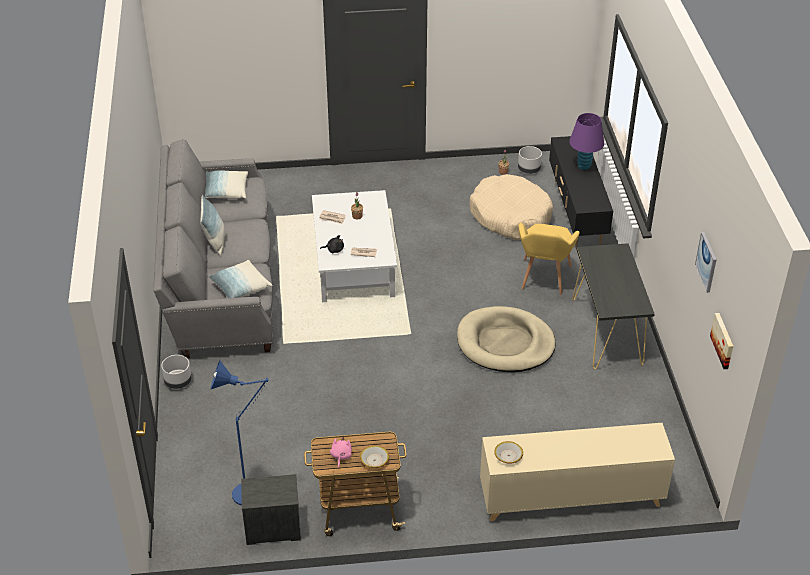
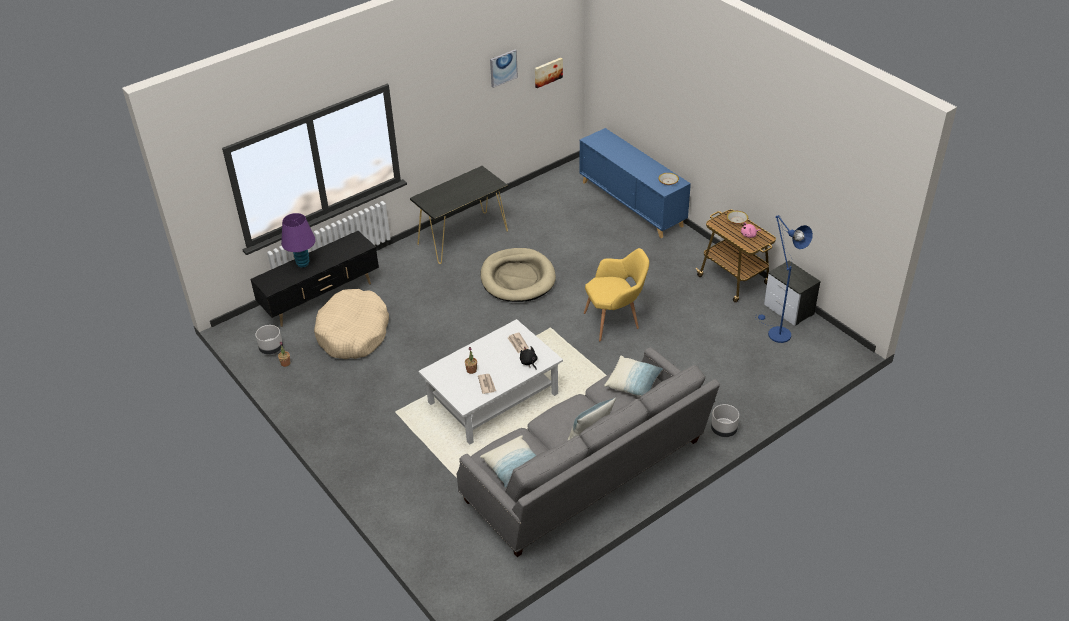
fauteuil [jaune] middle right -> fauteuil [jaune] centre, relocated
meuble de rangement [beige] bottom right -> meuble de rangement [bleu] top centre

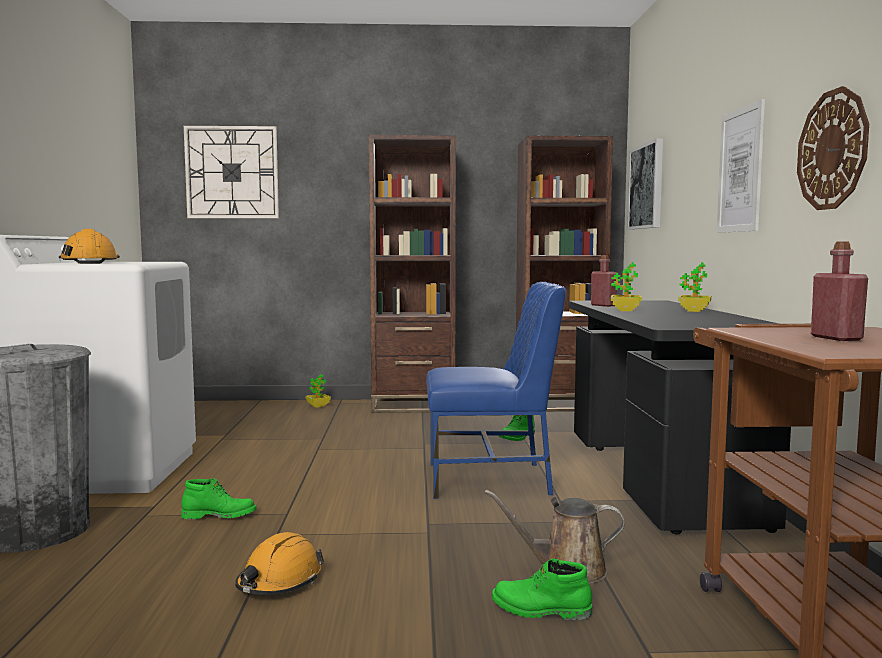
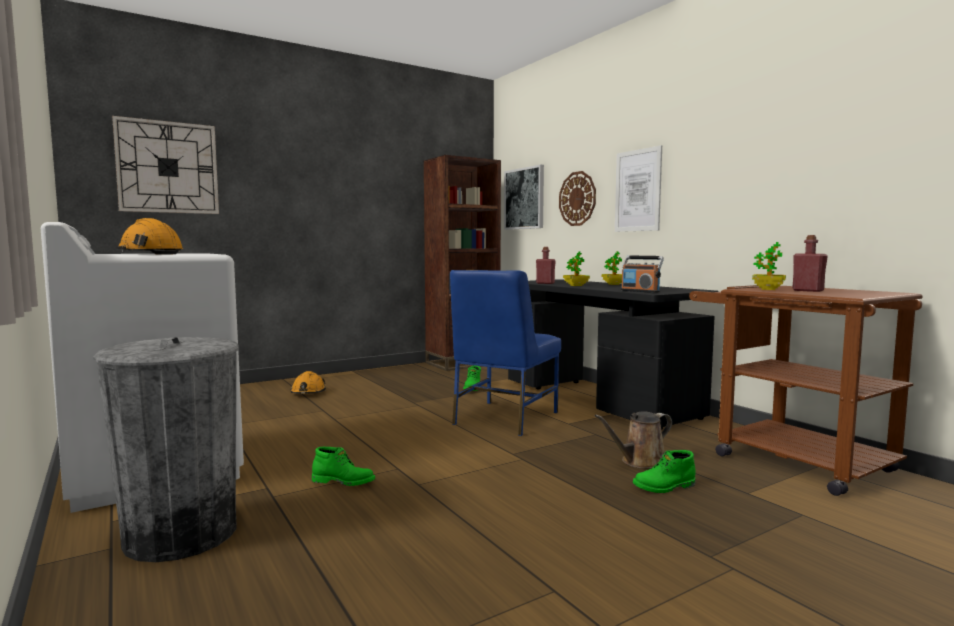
bibliothèque [marron] (no. 1 from left) centre -> none
none -> radio middle right
casque de chantier [orange] (no. 2 from left) bottom left -> casque de chantier [orange] (no. 2 from left) middle left, relocated
plante en pot (no. 1 from left in the first image) centre -> plante en pot (no. 3 from left) middle right, relocated
horloge murale (no. 2 from left) top right -> horloge murale (no. 2 from left) top centre, relocated
botte [vert] (no. 1 from left) bottom left -> botte [vert] (no. 1 from left) bottom centre, 45 degrees clockwise
chaise [bleu] centre, 150 degrees clockwise

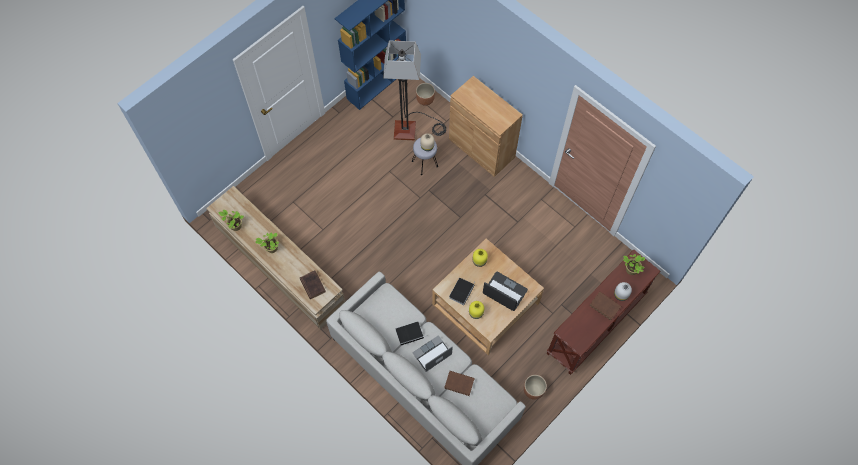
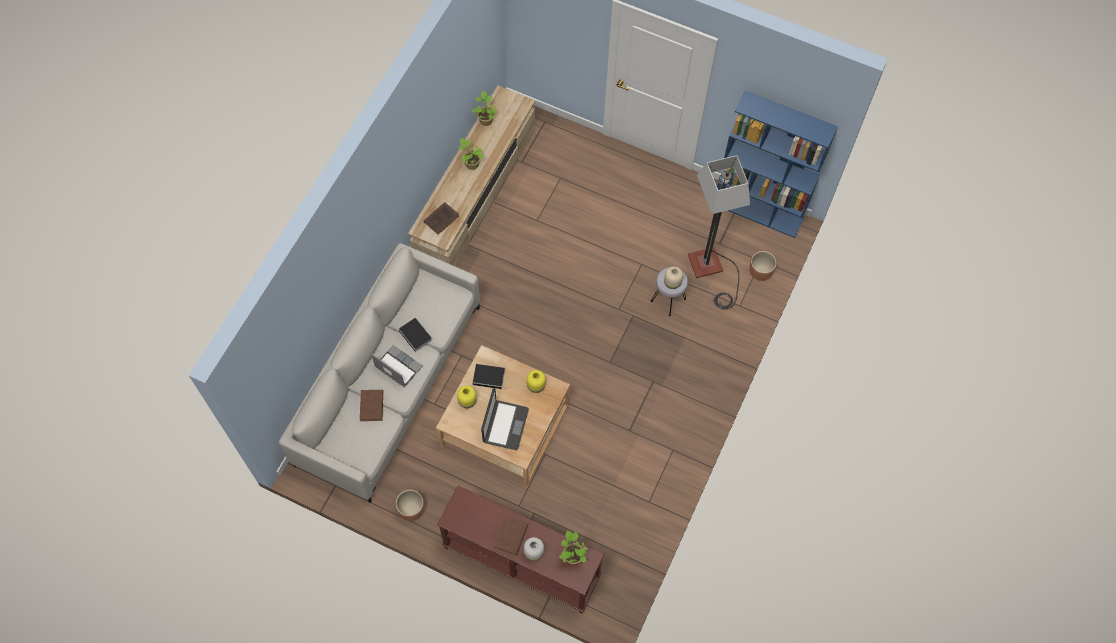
meuble de rangement [marron] top centre -> none

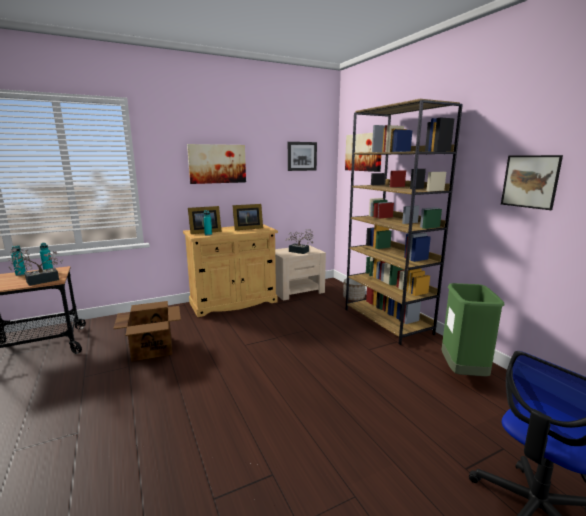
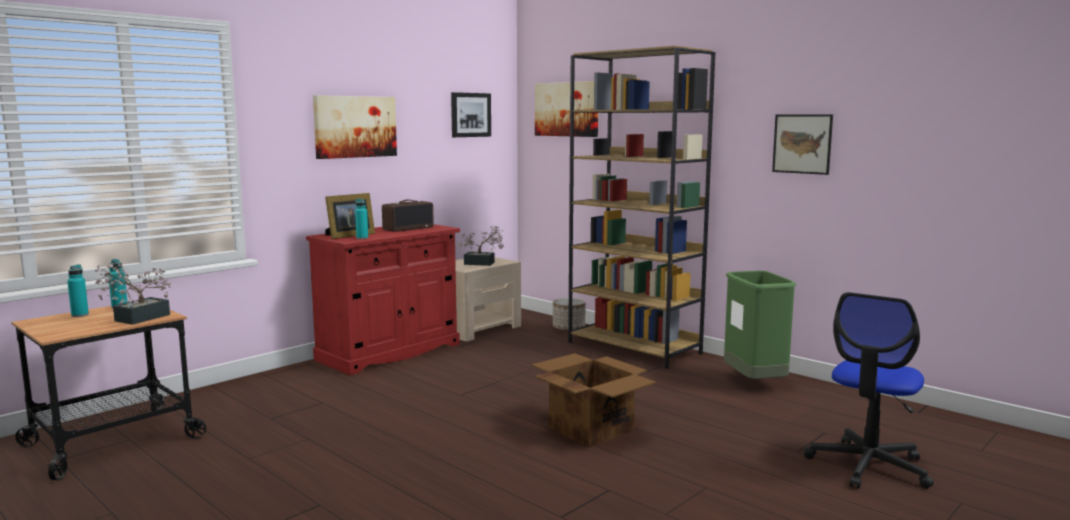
carton middle left -> carton bottom centre, relocated
cadre photo (no. 2 from left) centre -> radio centre
meuble de rangement [beige] centre -> meuble de rangement [rouge] centre

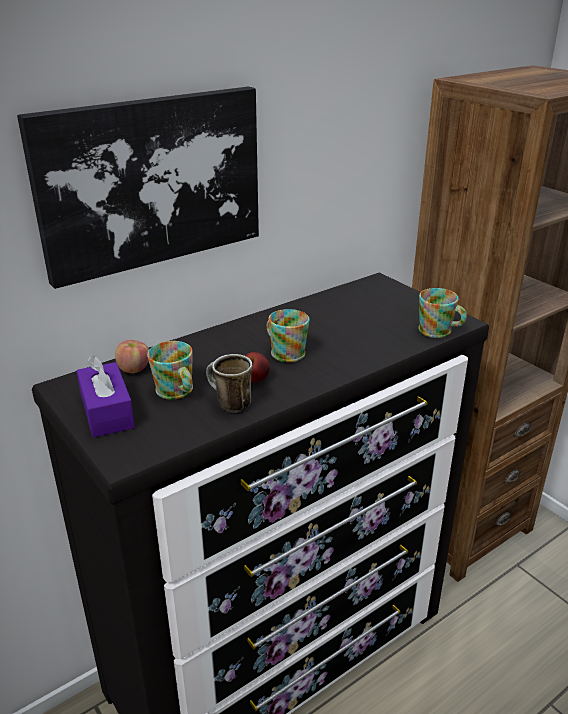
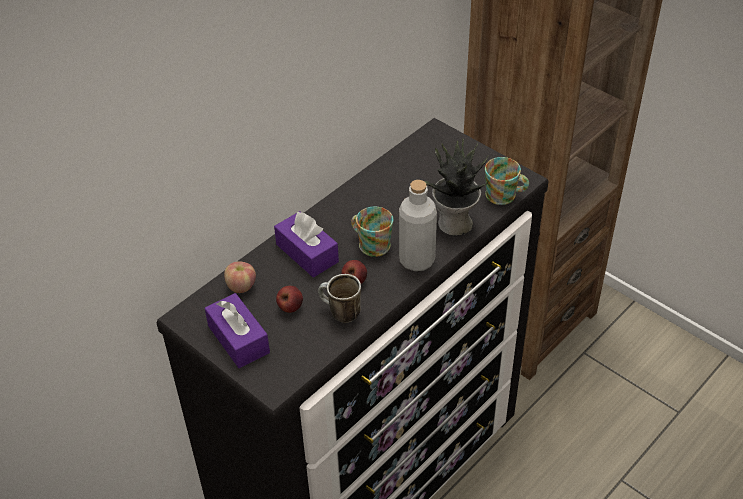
tableau top left -> none
none -> boîte à mouchoirs [violet] (no. 2 from left) centre
none -> bouteille [gris] centre
none -> plante en pot centre
mug (no. 1 from left) middle left -> pomme (no. 2 from left) centre

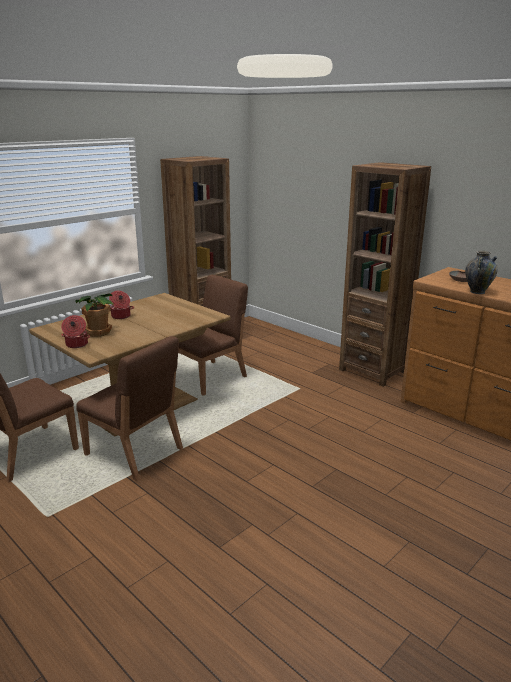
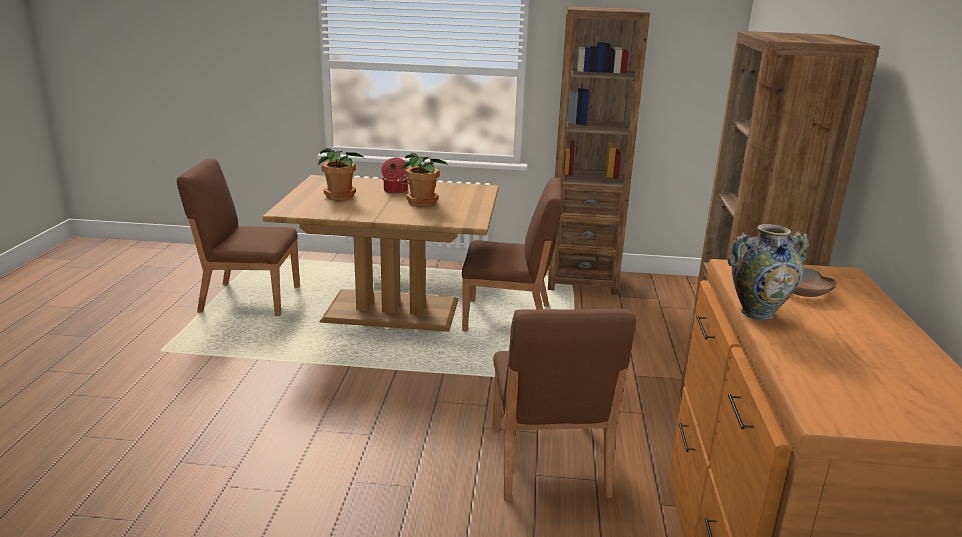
marmite (no. 1 from left) middle left -> none
none -> plante en pot (no. 2 from left) centre
chaise [marron] (no. 2 from left in the first image) middle left -> chaise [marron] (no. 3 from left) bottom centre, relocated

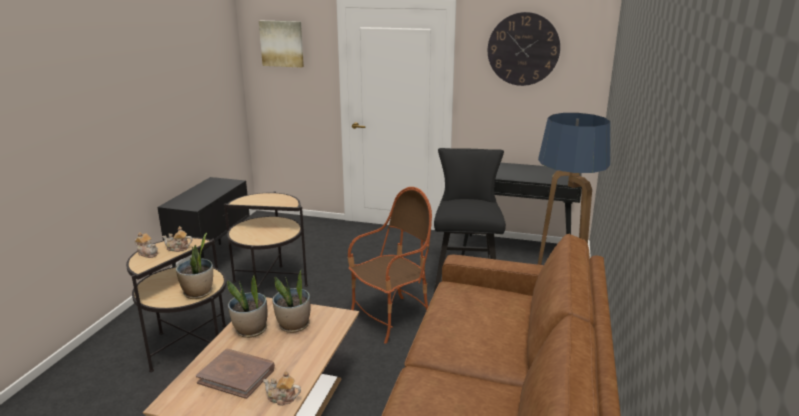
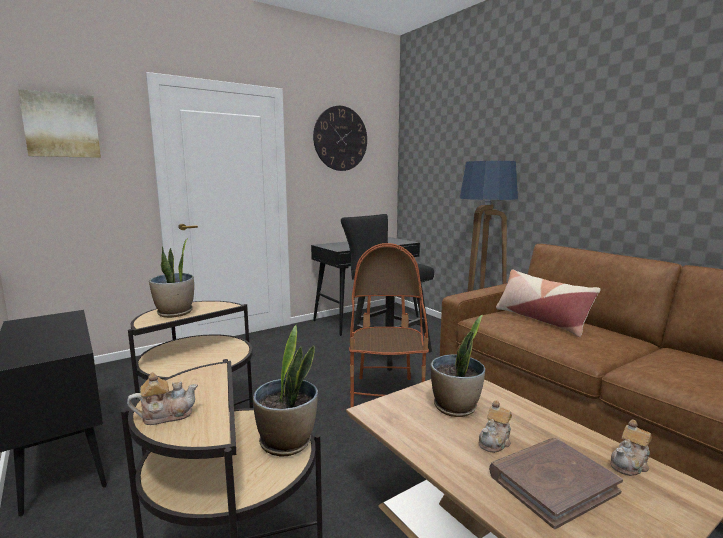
none -> coussin middle right
théière (no. 2 from left) middle left -> théière (no. 2 from left) bottom right, relocated
plante en pot (no. 2 from left in the first image) bottom left -> plante en pot (no. 1 from left) middle left, relocated

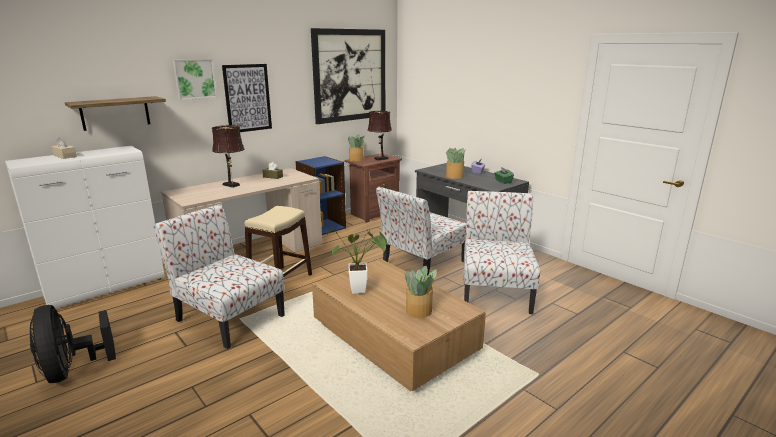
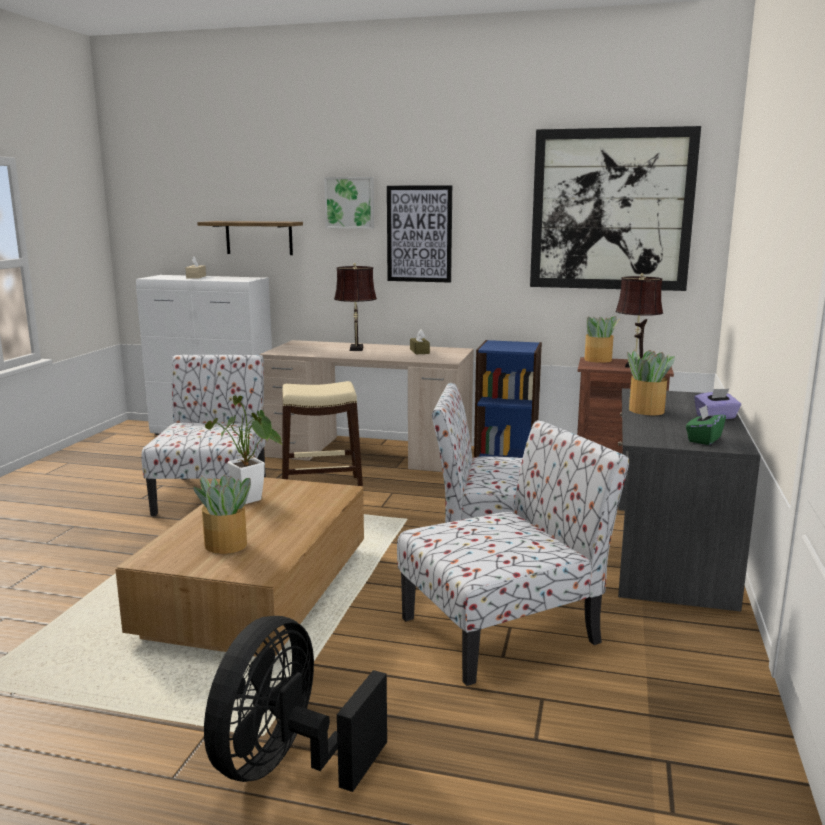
ventilateur [noir] bottom left -> ventilateur [noir] bottom centre, relocated

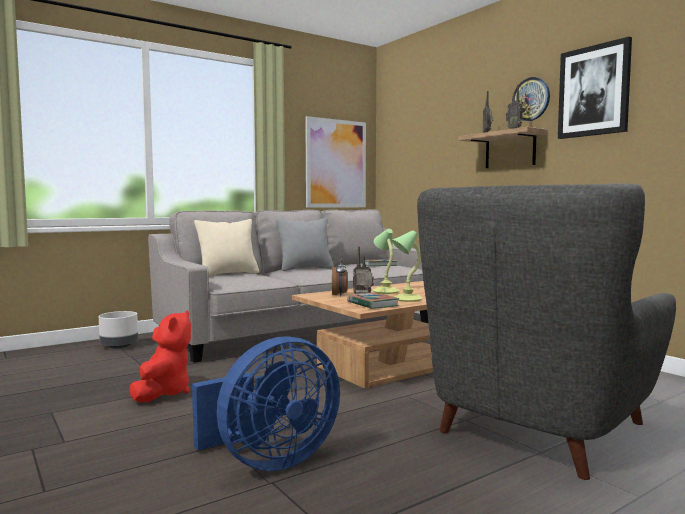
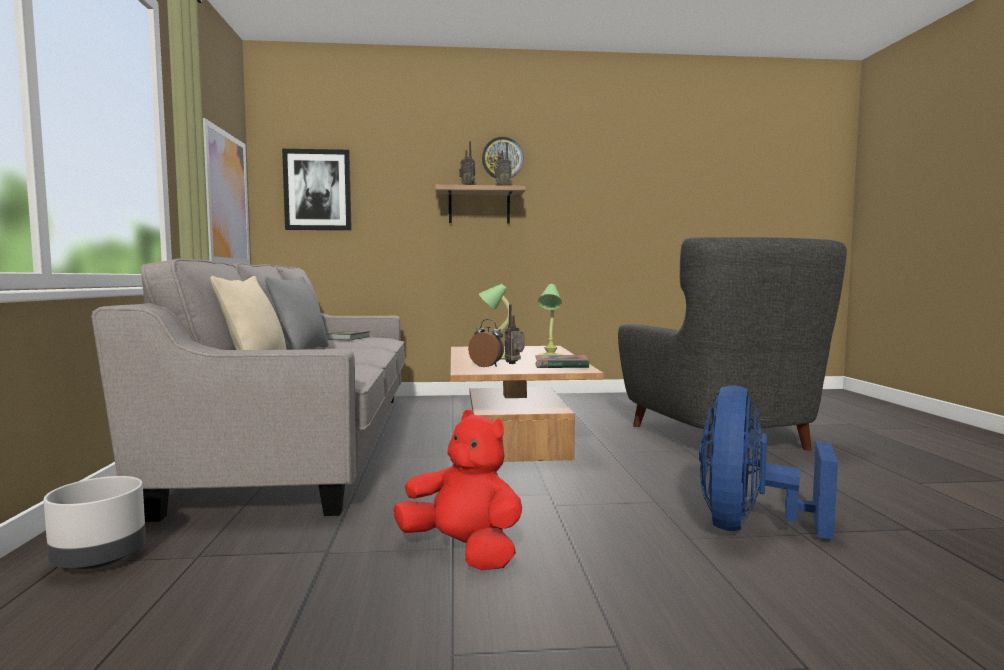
tableau (no. 2 from left) top right -> tableau (no. 2 from left) top left, relocated
ventilateur [bleu] bottom centre -> ventilateur [bleu] bottom right, 150 degrees counterclockwise

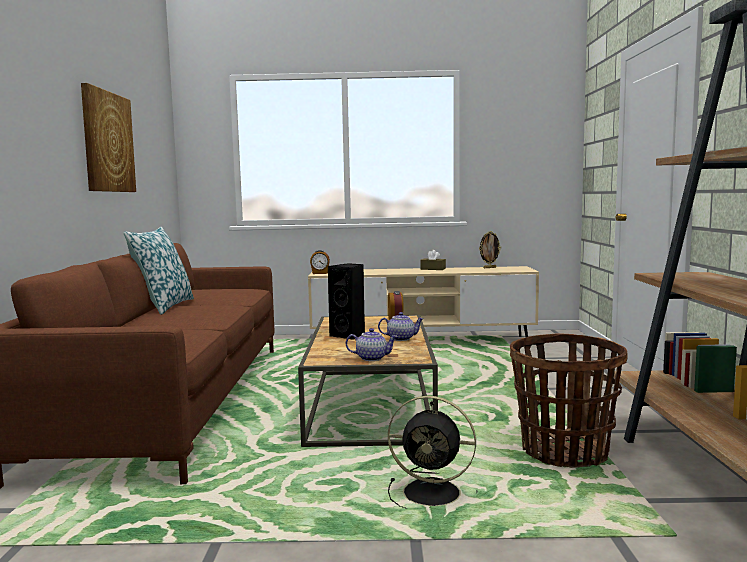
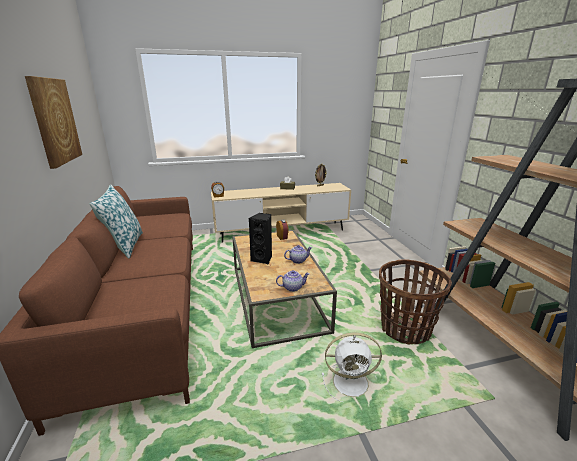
ventilateur [noir] bottom centre -> ventilateur [blanc] bottom centre

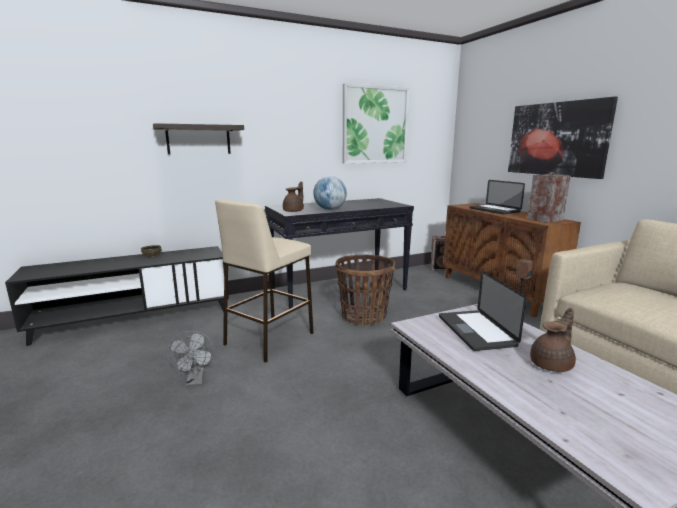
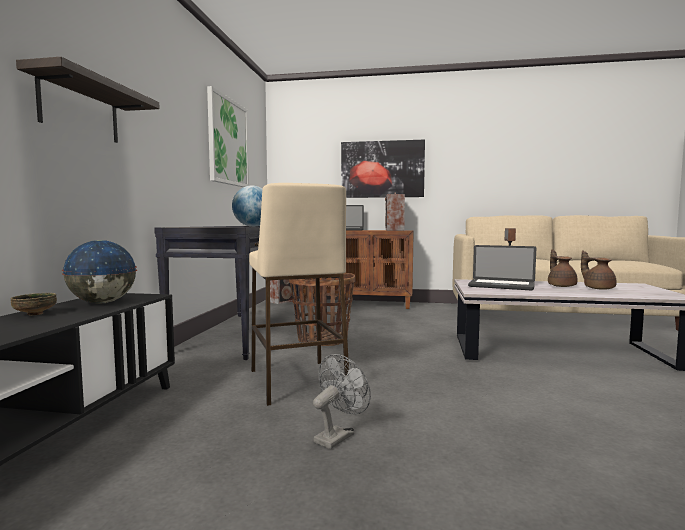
none -> globe (no. 1 from left) middle left
théière [marron] (no. 1 from left in the first image) centre -> théière [marron] (no. 2 from left) middle right, relocated
ventilateur [gris] bottom left -> ventilateur [gris] bottom centre, 75 degrees counterclockwise

